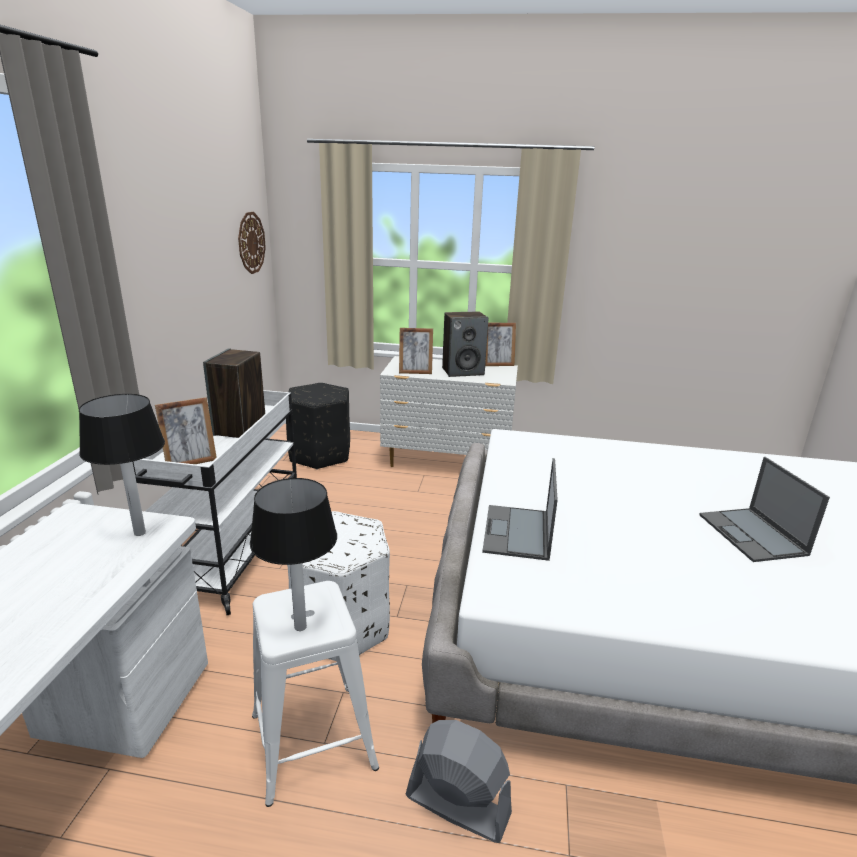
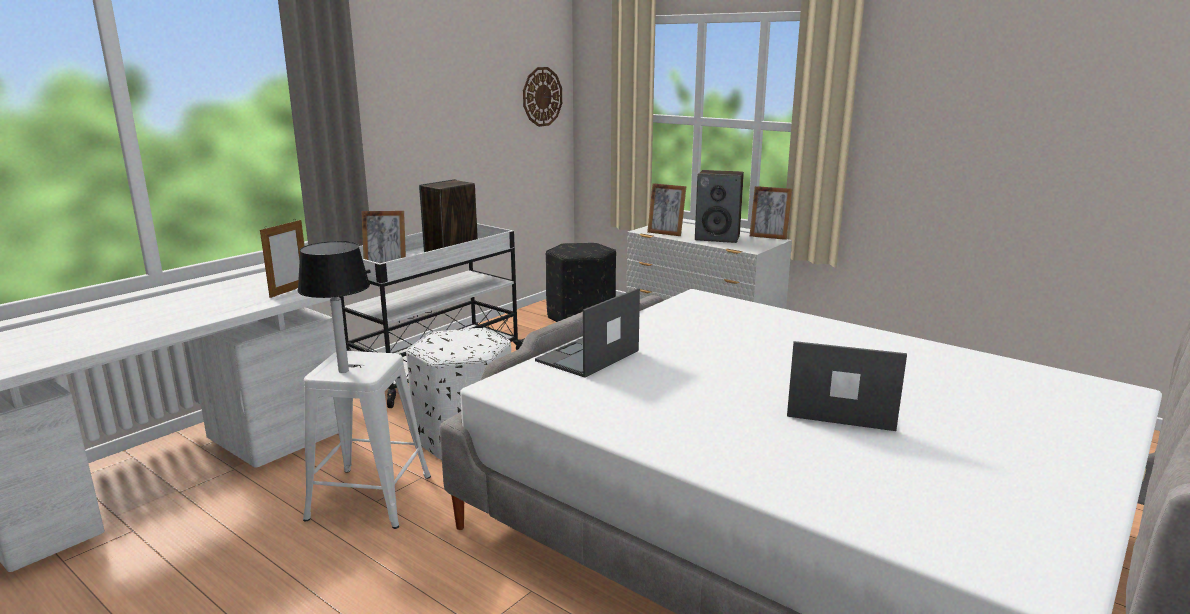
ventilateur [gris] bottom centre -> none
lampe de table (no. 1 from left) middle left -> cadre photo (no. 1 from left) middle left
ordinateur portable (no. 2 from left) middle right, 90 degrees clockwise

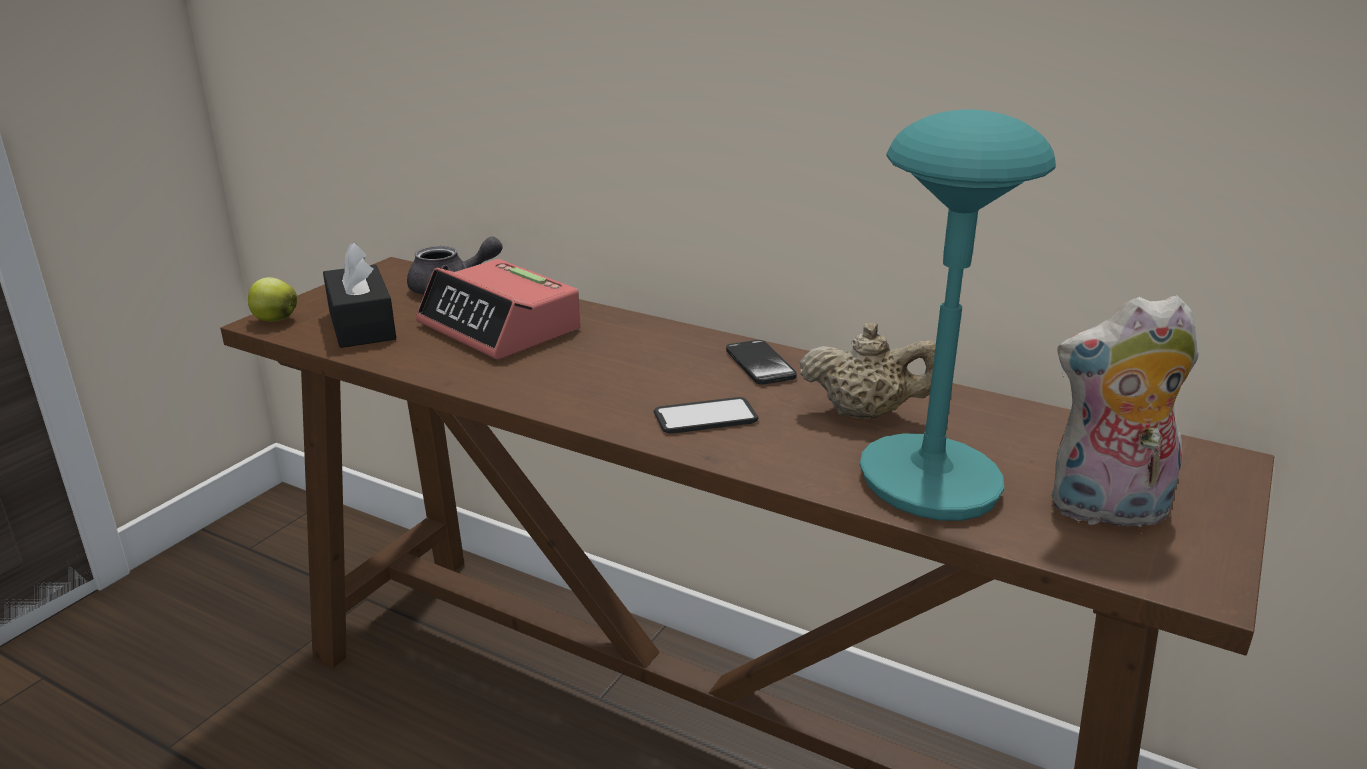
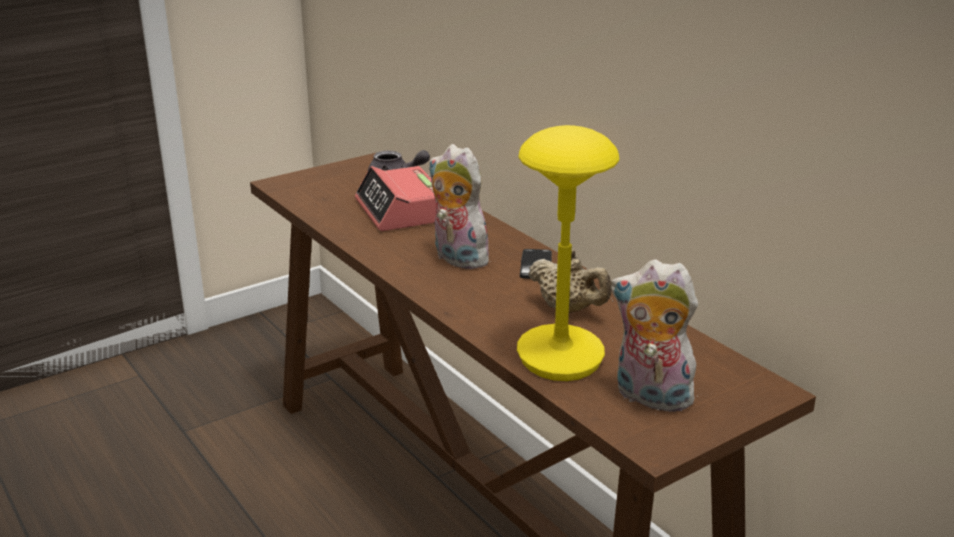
pomme middle left -> none
boîte à mouchoirs [noir] middle left -> none
téléphone (no. 1 from left) centre -> none
none -> peluche (no. 1 from left) centre
lampe de table [turquoise] middle right -> lampe de table [jaune] centre

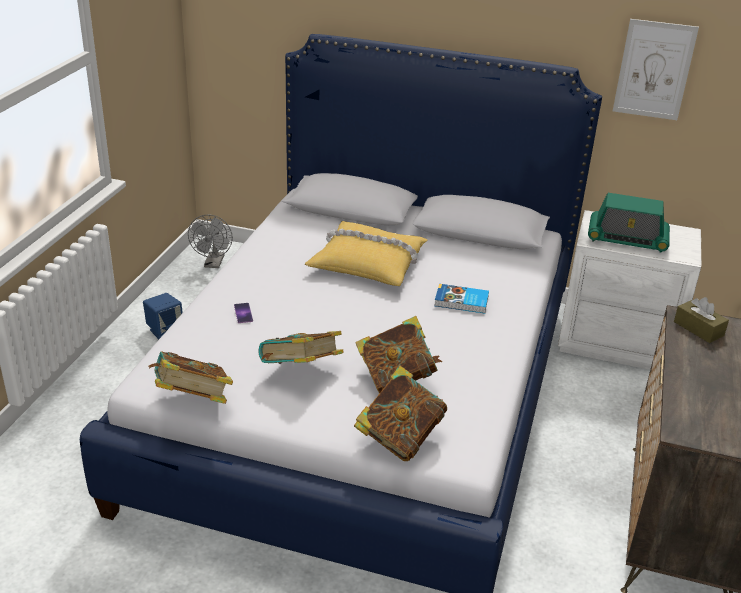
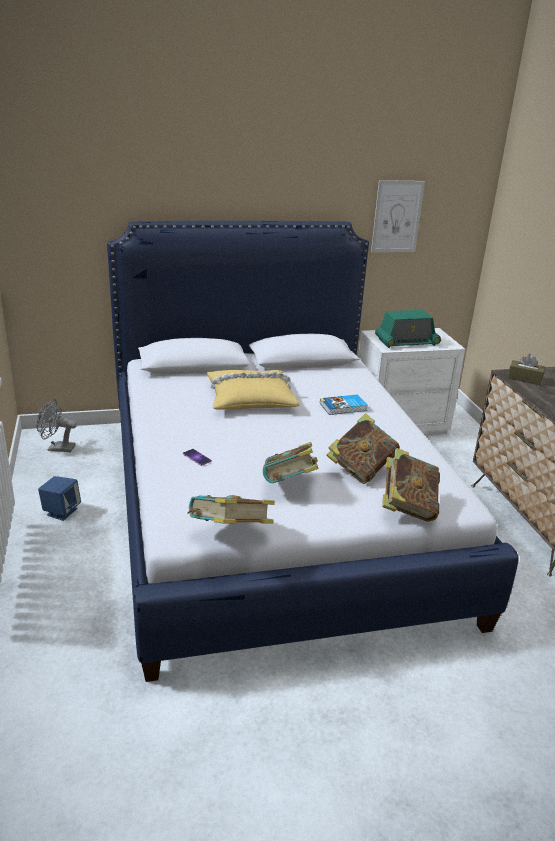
ventilateur [gris] middle left, 120 degrees clockwise

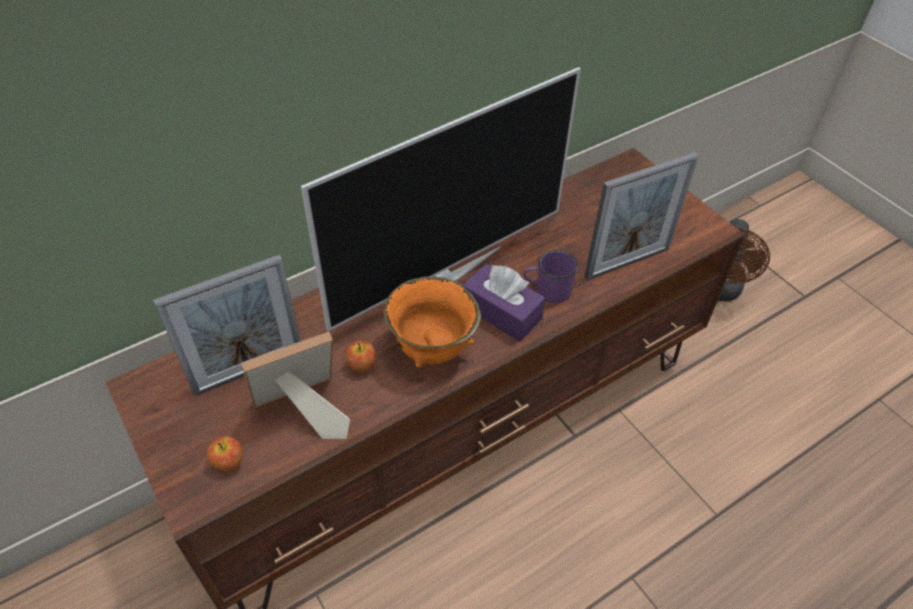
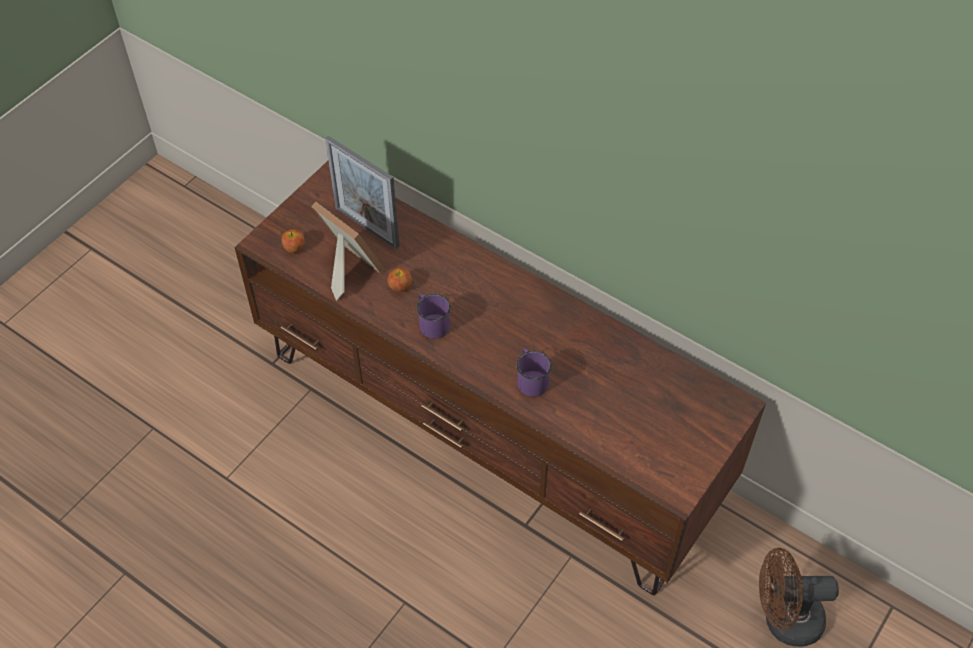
téléviseur top centre -> none
boîte à mouchoirs [violet] centre -> none
cadre photo (no. 3 from left) middle right -> none
bol [orange] centre -> mug [violet] (no. 1 from left) centre

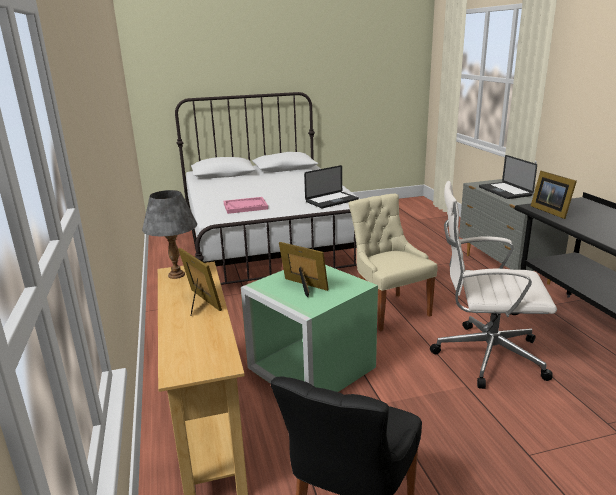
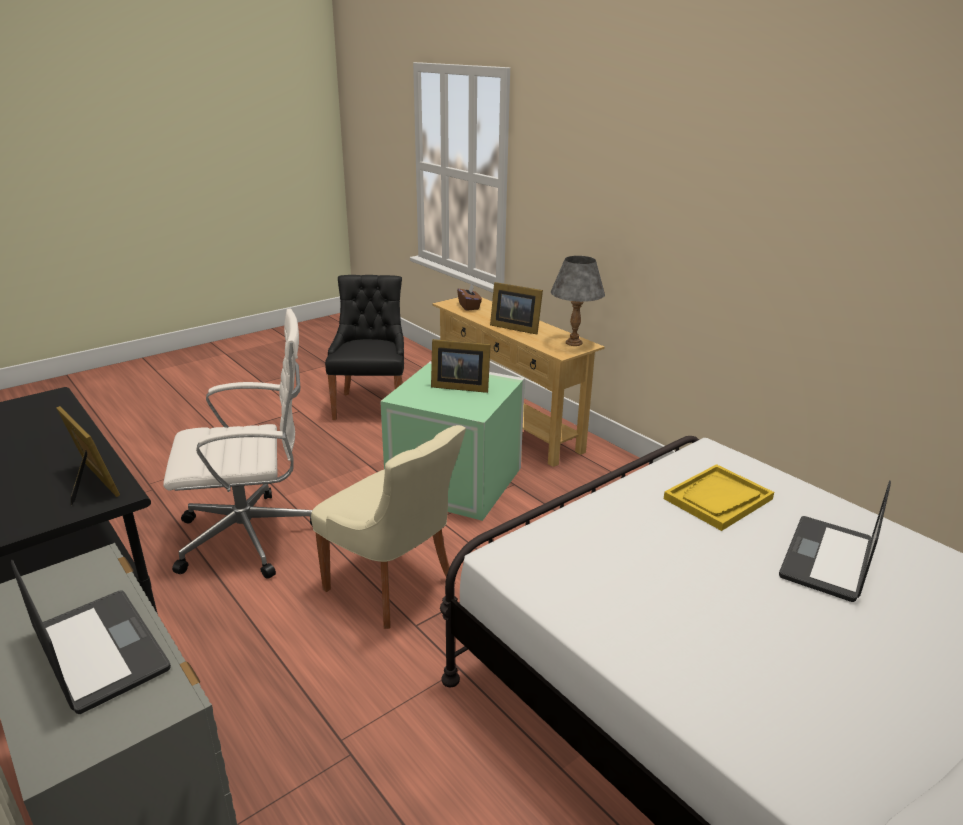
none -> boîte à mouchoirs [marron] centre
ordinateur portable (no. 1 from left in the first image) centre -> ordinateur portable (no. 2 from left) middle right, relocated
plateau [rose] centre -> plateau [jaune] middle right

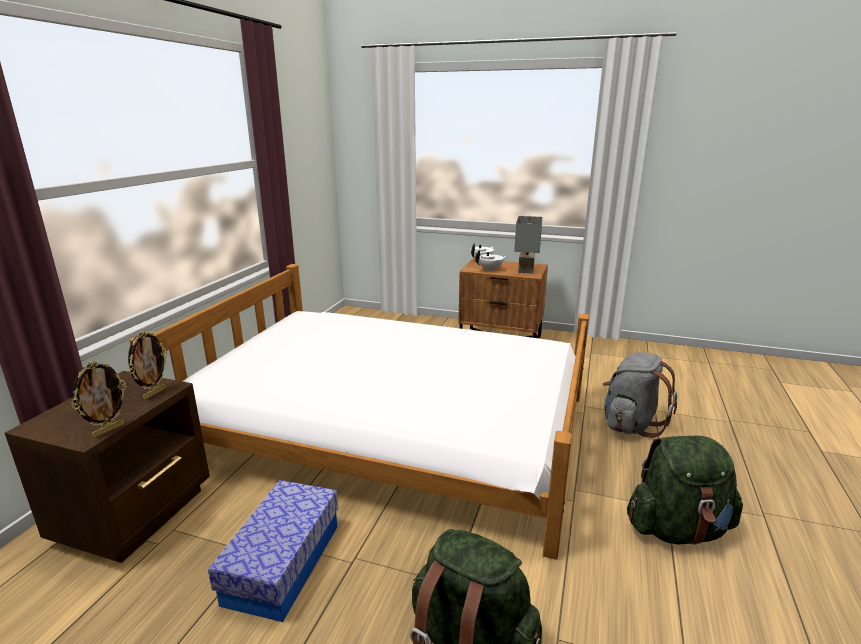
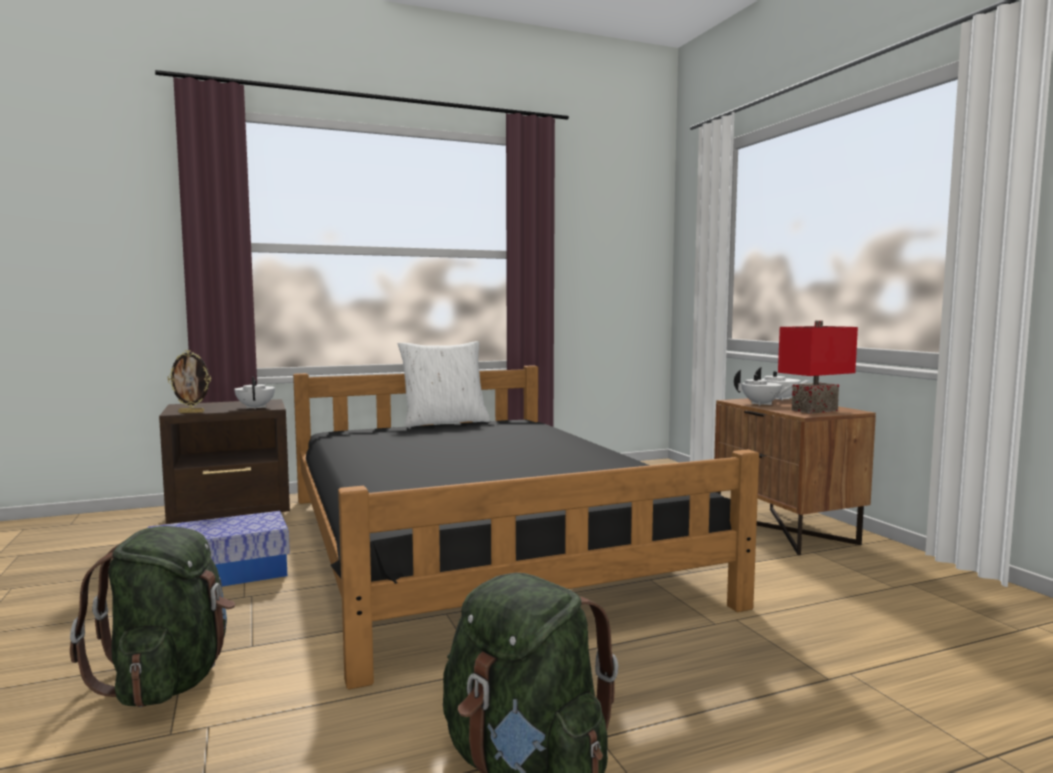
sac à dos [gris] middle right -> none
none -> coussin [blanc] centre
cadre photo (no. 2 from left) middle left -> théière [blanc] (no. 1 from left) middle left
lit [blanc] centre -> lit [noir] bottom centre
lampe de table [gris] centre -> lampe de table [rouge] middle right

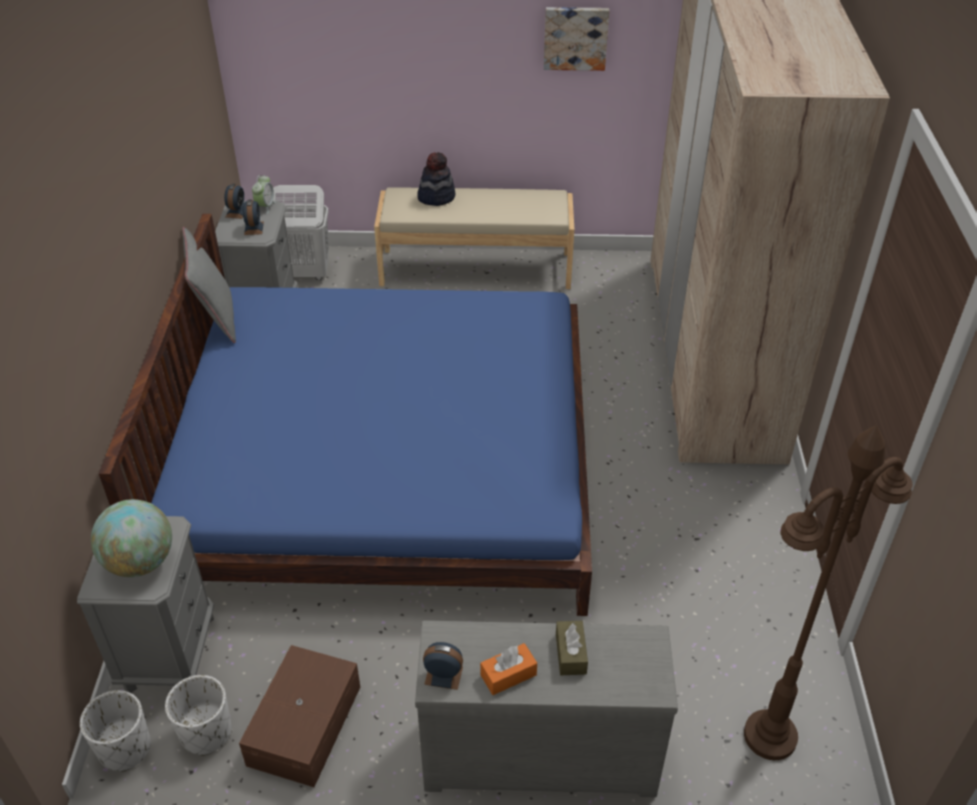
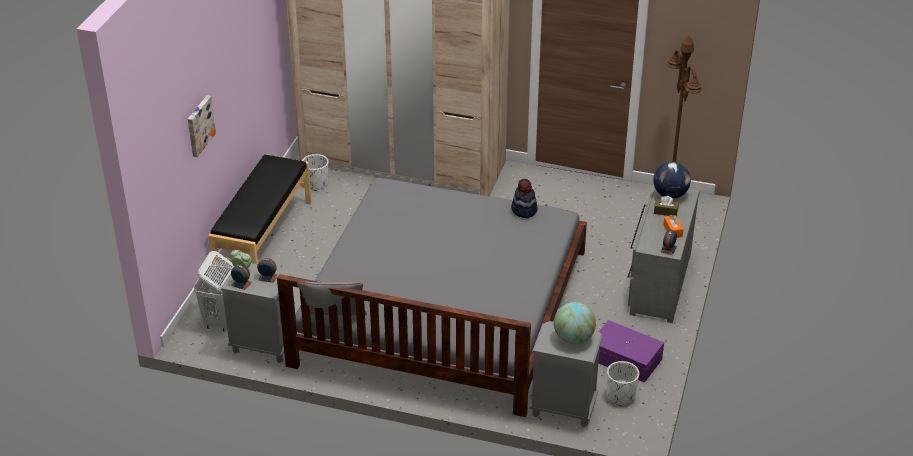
none -> globe (no. 2 from left) middle right
cache-pot [blanc] (no. 1 from left) bottom left -> cache-pot [blanc] (no. 1 from left) centre, relocated
chapeau top centre -> chapeau centre, relocated
tableau top centre -> tableau top left, relocated
lit [bleu] centre -> lit [gris] centre
boîte de rangement [marron] bottom left -> boîte de rangement [violet] bottom right
banc [beige] top centre -> banc [noir] middle left

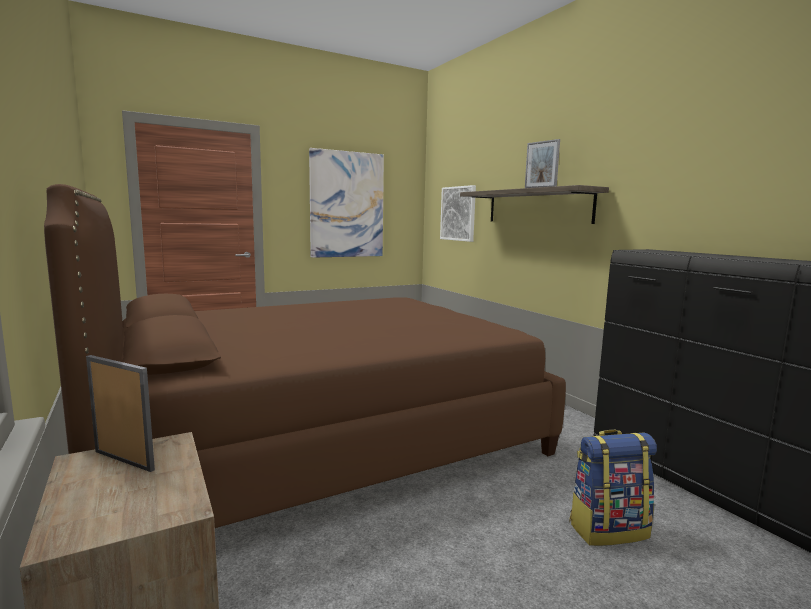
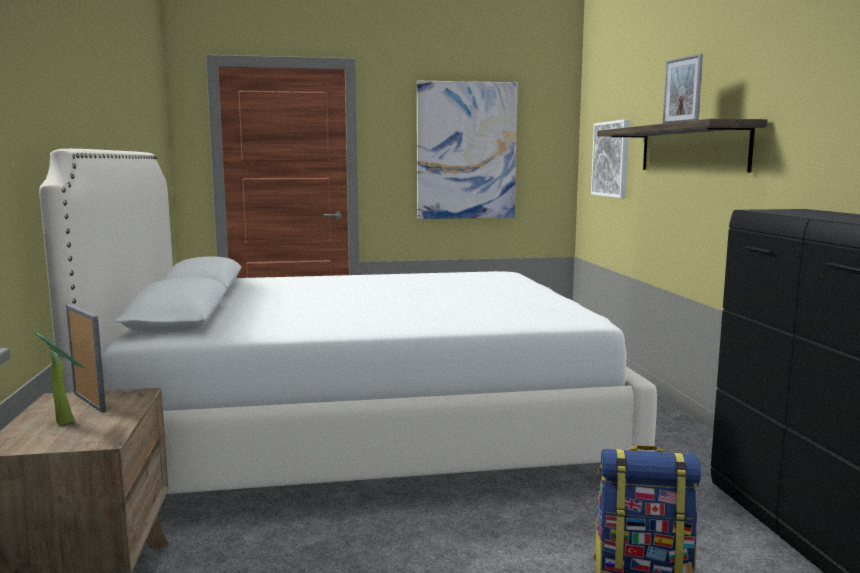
none -> plante en pot middle left
lit [marron] centre -> lit [blanc] centre

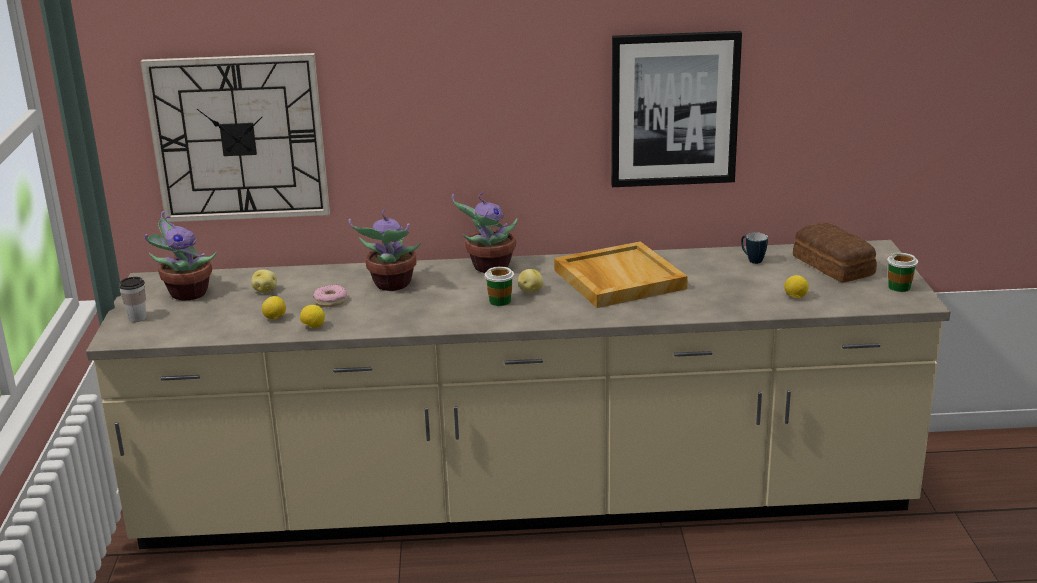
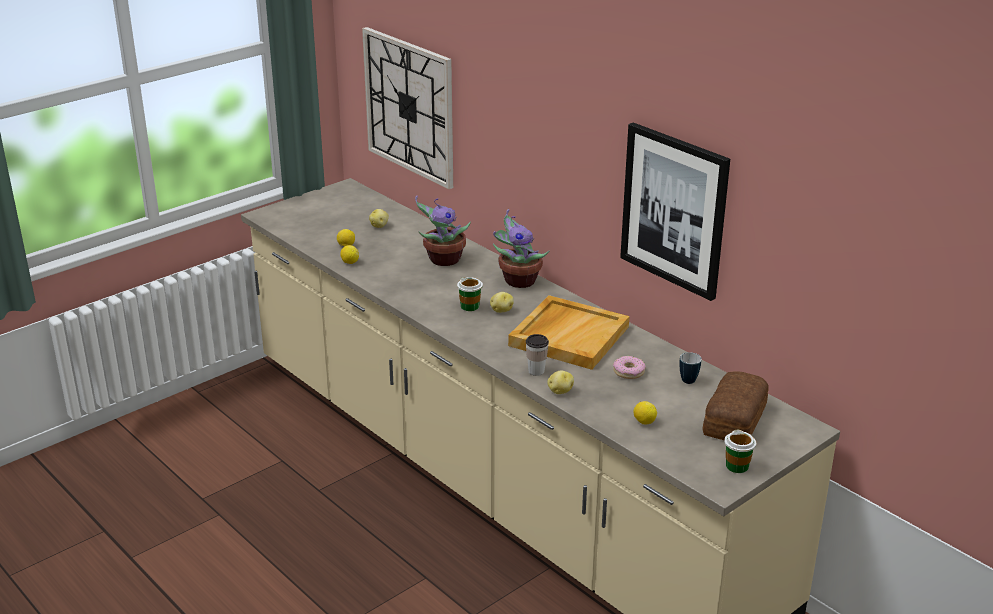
plante en pot (no. 1 from left) middle left -> none
none -> pomme de terre (no. 3 from left) centre
tasse (no. 1 from left in the first image) middle left -> tasse (no. 2 from left) centre, relocated
beignet middle left -> beignet centre, relocated

